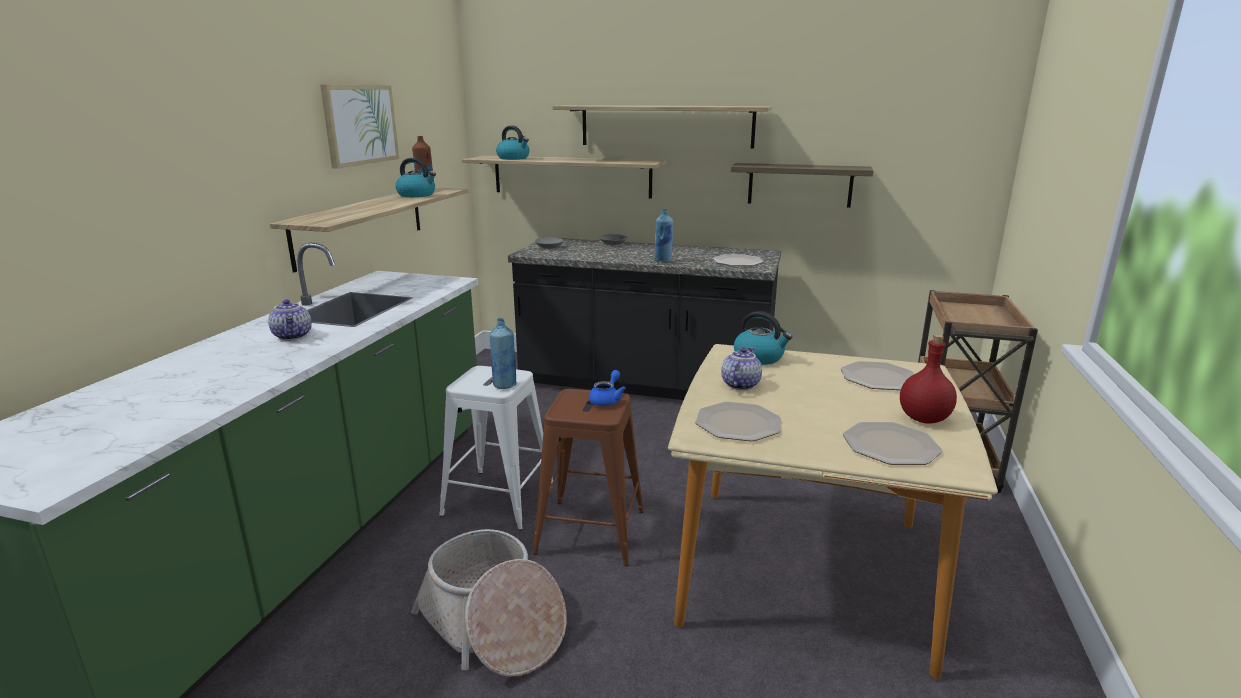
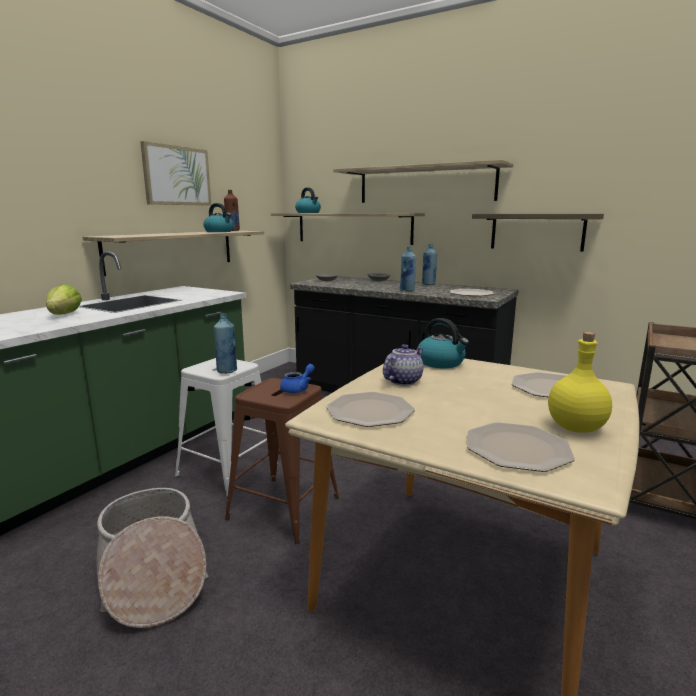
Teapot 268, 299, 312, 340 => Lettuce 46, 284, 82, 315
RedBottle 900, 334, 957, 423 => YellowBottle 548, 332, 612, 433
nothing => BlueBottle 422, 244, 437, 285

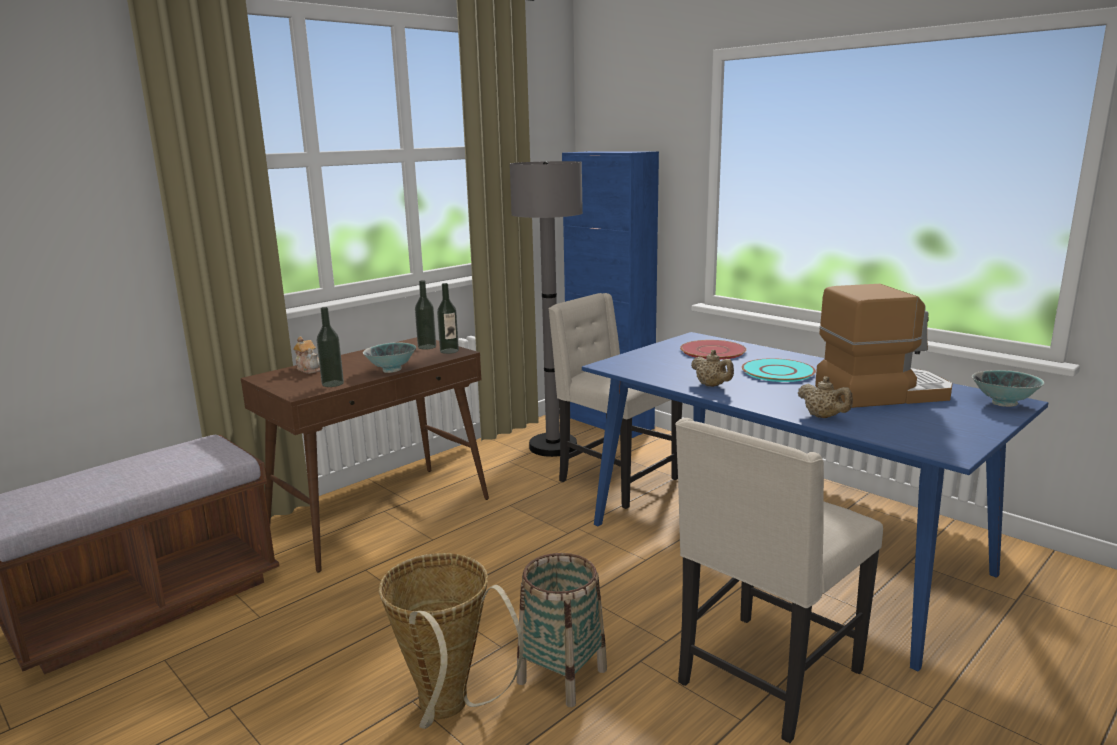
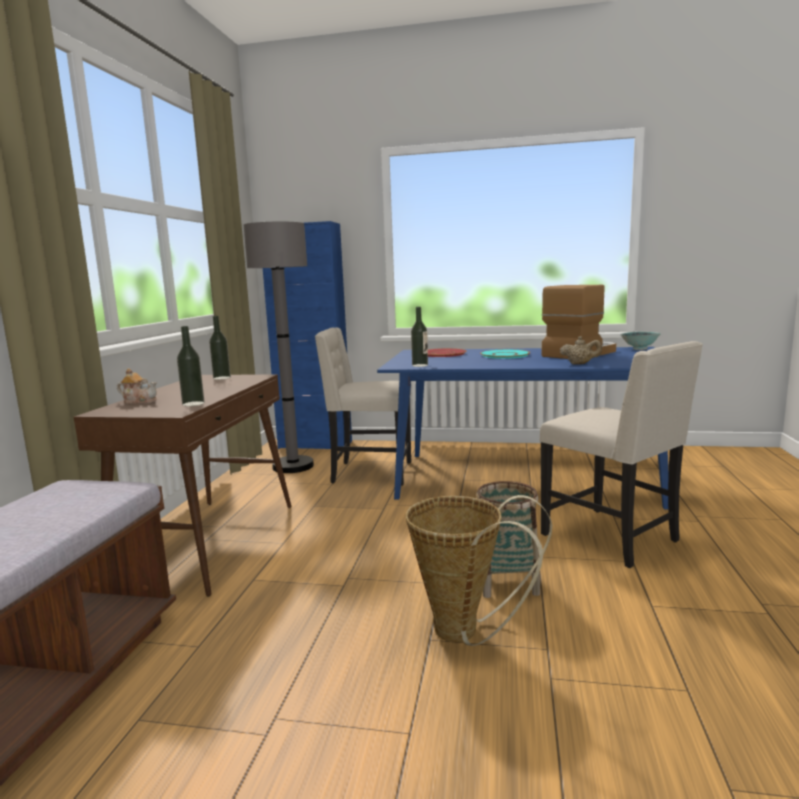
Bowl 363, 342, 416, 373 => nothing
Bottle 437, 283, 459, 354 => Bottle 411, 307, 428, 367, move
BeigeChair 675, 418, 883, 743 => BeigeChair 539, 341, 703, 568, 45 degrees counterclockwise
BeigeTeapot 691, 350, 734, 387 => nothing

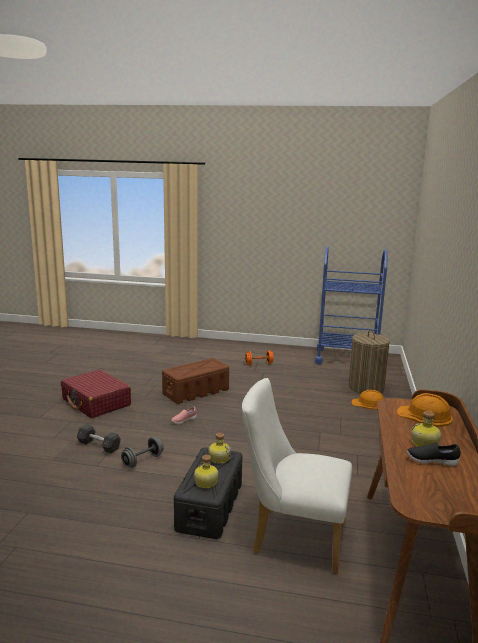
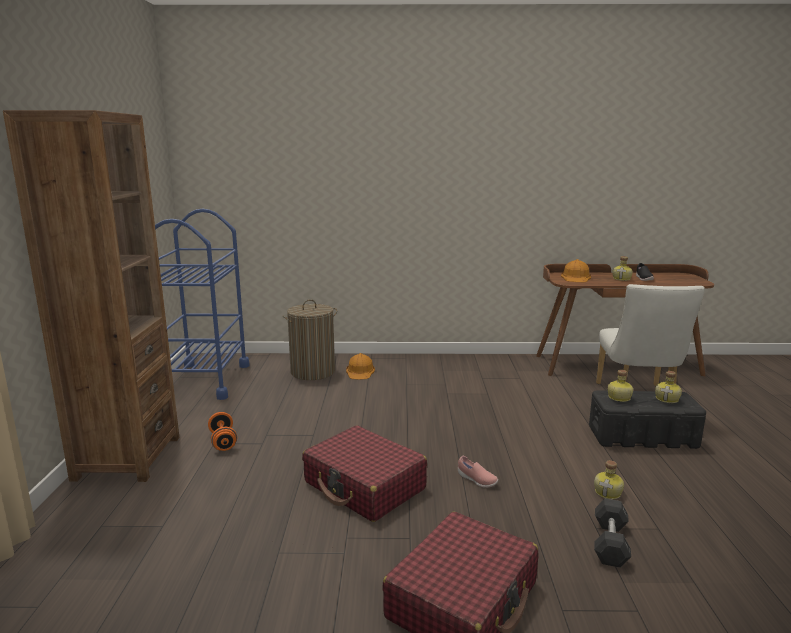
GreyDumbbell 121, 437, 163, 468 => Bottle 594, 460, 624, 499
BrownStorageBox 162, 358, 229, 404 => RedSuitcase 302, 425, 427, 522
nothing => BrownBookcase 3, 110, 179, 482

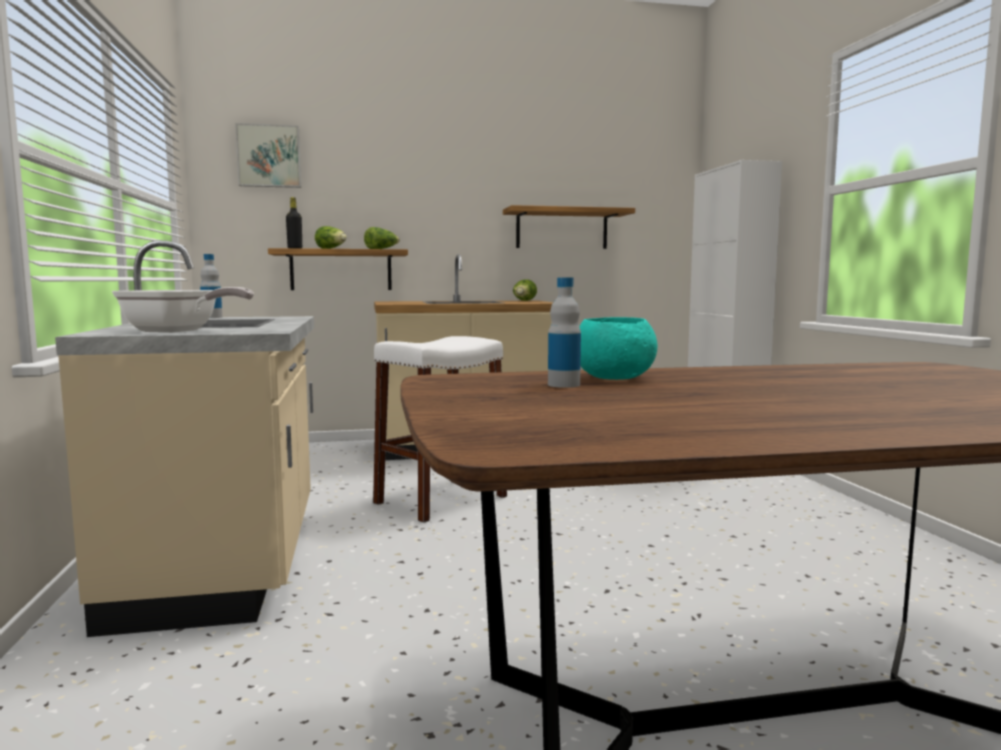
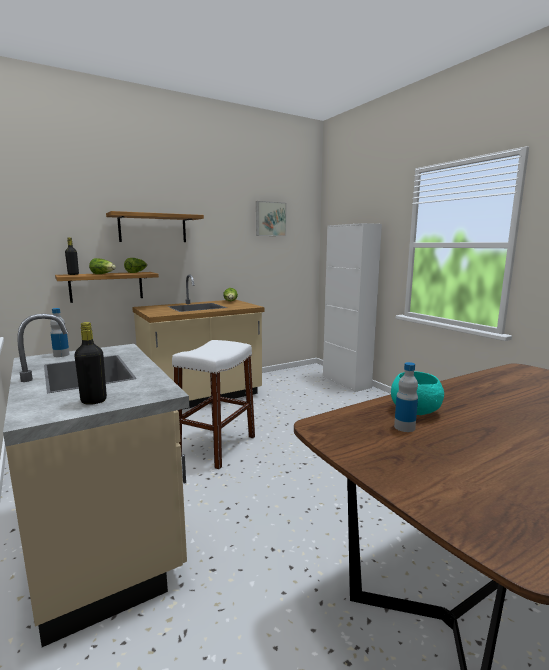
FryingPan 112, 287, 254, 333 => BlackBottle 74, 322, 107, 405
Picture 235, 123, 301, 188 => Picture 256, 201, 287, 236, move
Shelf 503, 205, 635, 249 => Shelf 106, 211, 204, 242, move

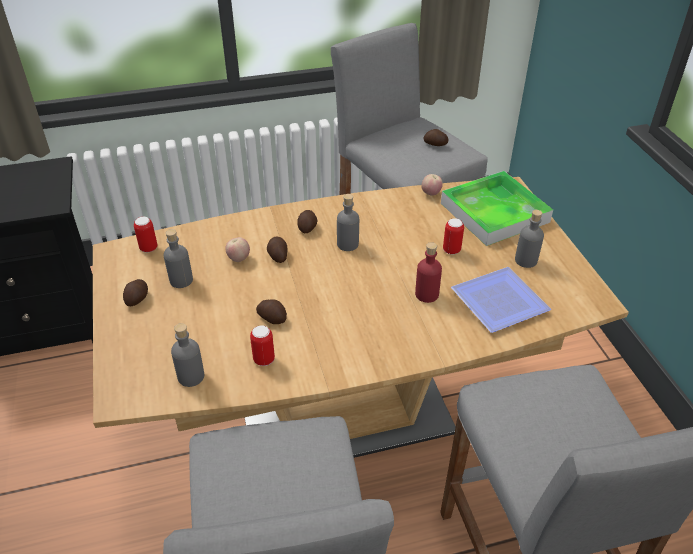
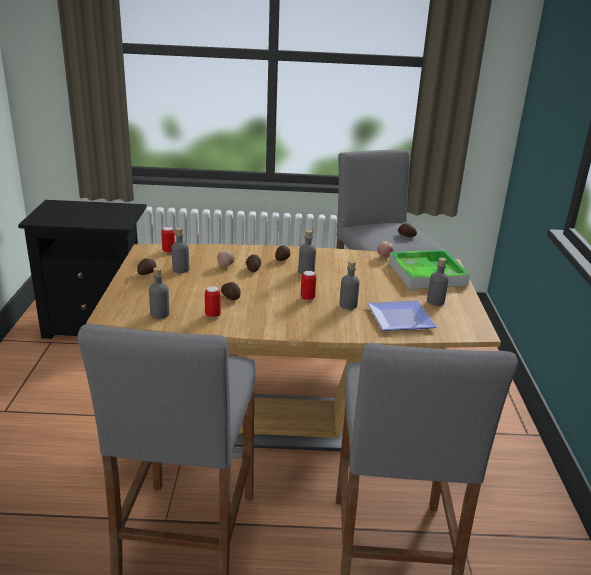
RedBottle 415, 242, 442, 303 => GreyBottle 339, 260, 360, 310
Can 443, 218, 464, 254 => Can 301, 271, 316, 301, move

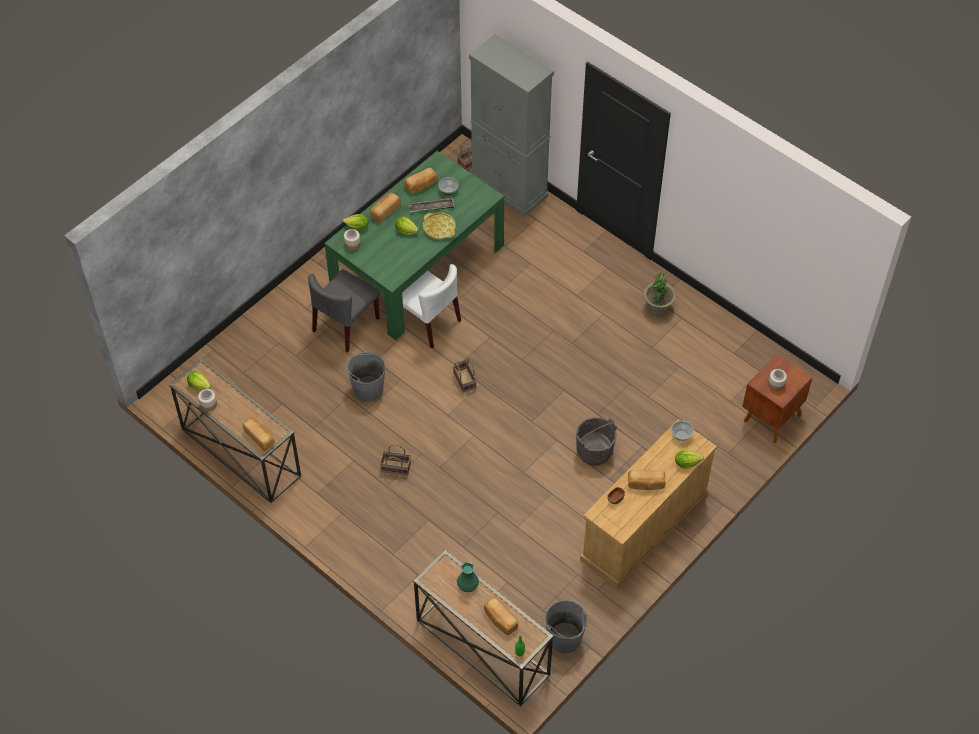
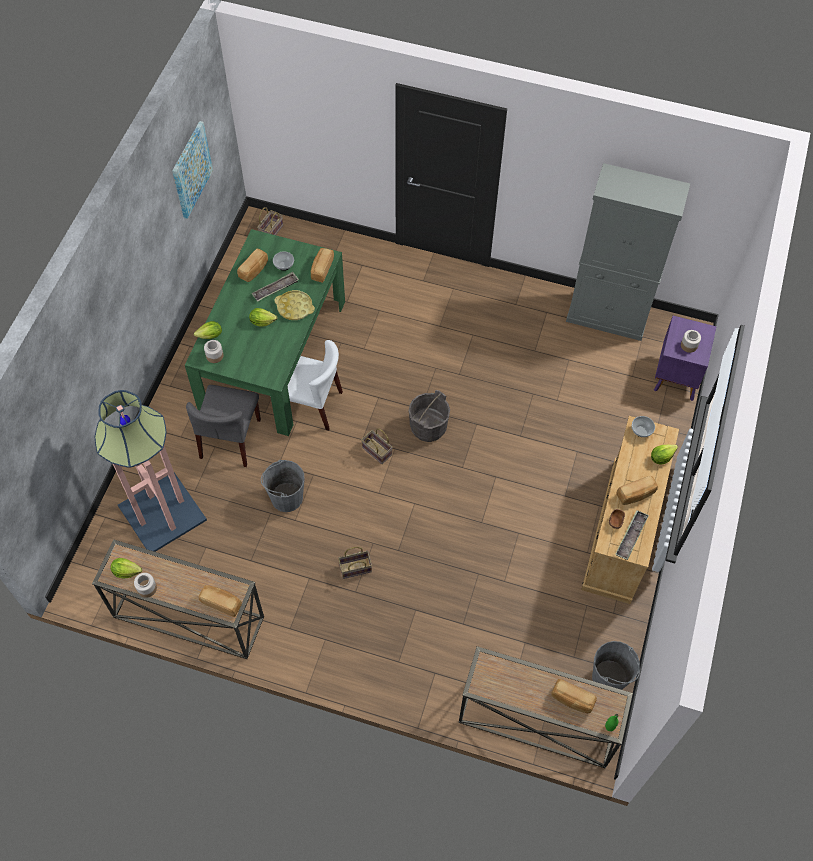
Bread 371, 193, 401, 223 => Bread 311, 248, 334, 283, move
GreenVase 457, 562, 479, 592 => nothing
GreyCabinet 469, 34, 554, 217 => GreyCabinet 566, 163, 690, 341, move
GreyBucket 576, 417, 617, 466 => GreyBucket 408, 390, 450, 442, move
PottedPlant 644, 273, 676, 315 => nothing
BrownNightstand 742, 354, 812, 443 => PurpleNightstand 654, 316, 717, 401
nothing => FloorLamp 95, 390, 207, 552
nothing => Picture 172, 121, 213, 219
nothing => Tray 615, 510, 649, 560

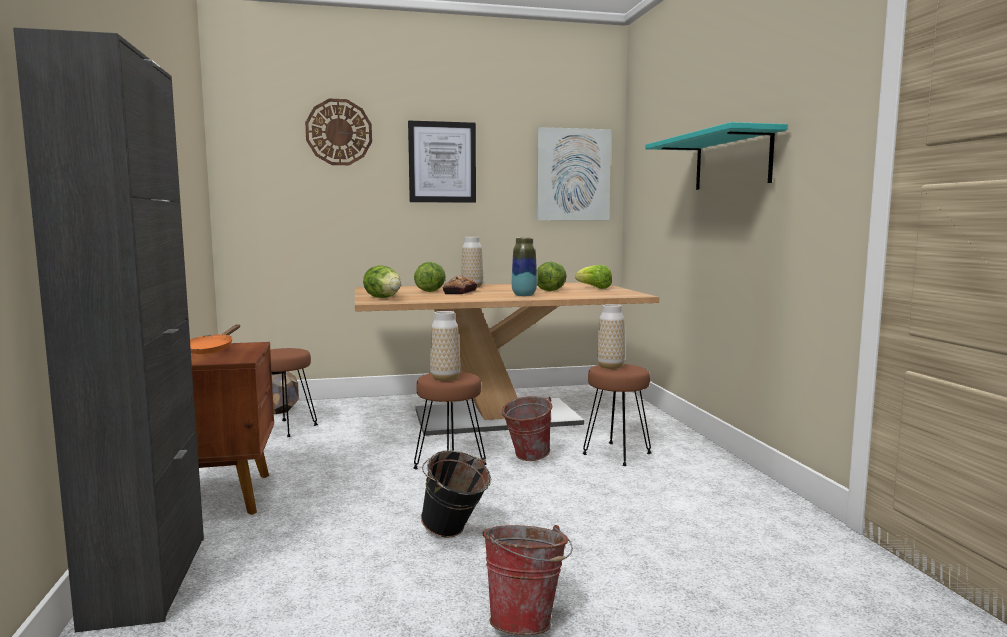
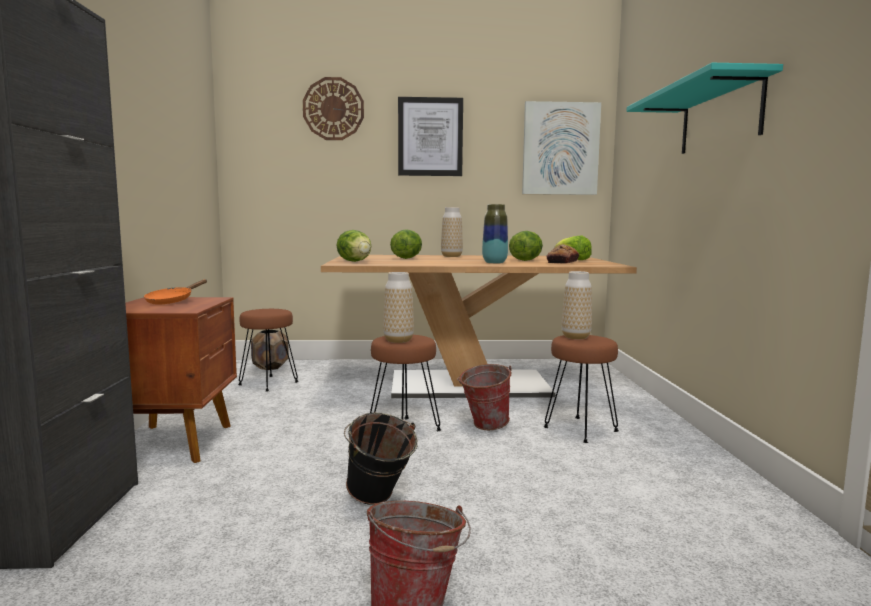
Bread 443, 275, 477, 295 => Bread 546, 244, 579, 264, move

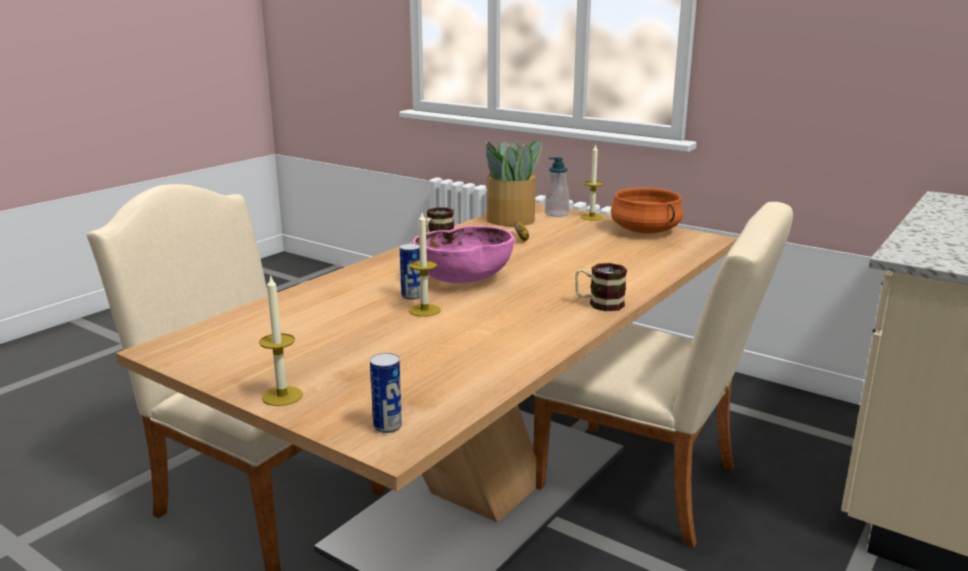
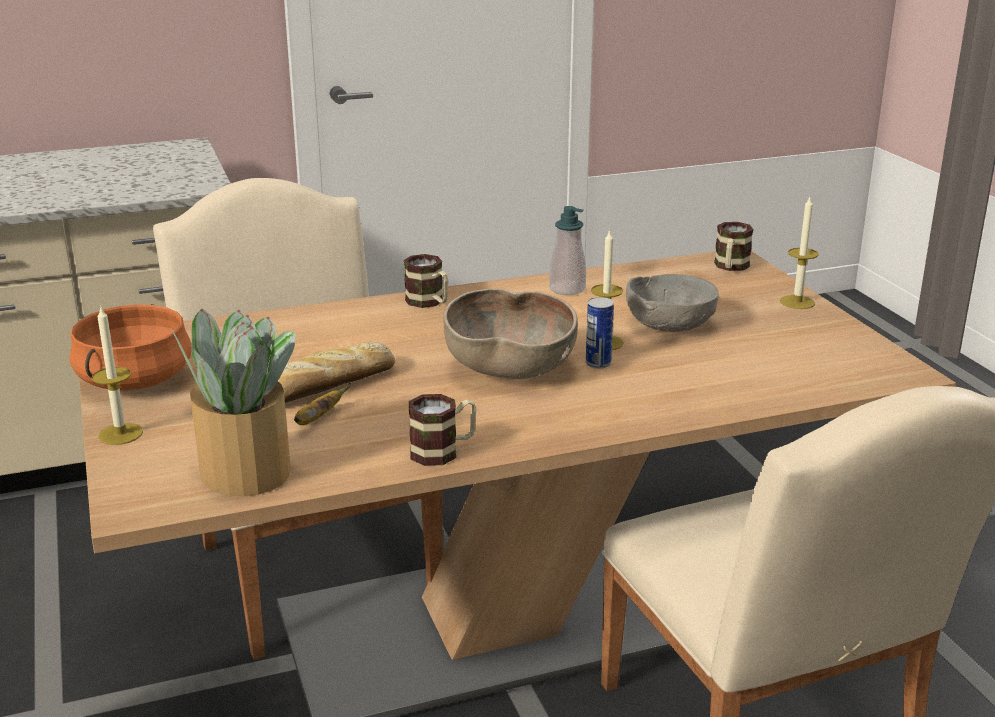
Can 370, 353, 402, 433 => Mug 714, 222, 753, 271
PinkBowl 413, 226, 514, 283 => BrownBowl 443, 289, 578, 379
SoapDispenser 545, 157, 569, 217 => SoapDispenser 549, 206, 586, 295, move
nothing => Bread 278, 342, 395, 403
nothing => GreyBowl 626, 274, 719, 332

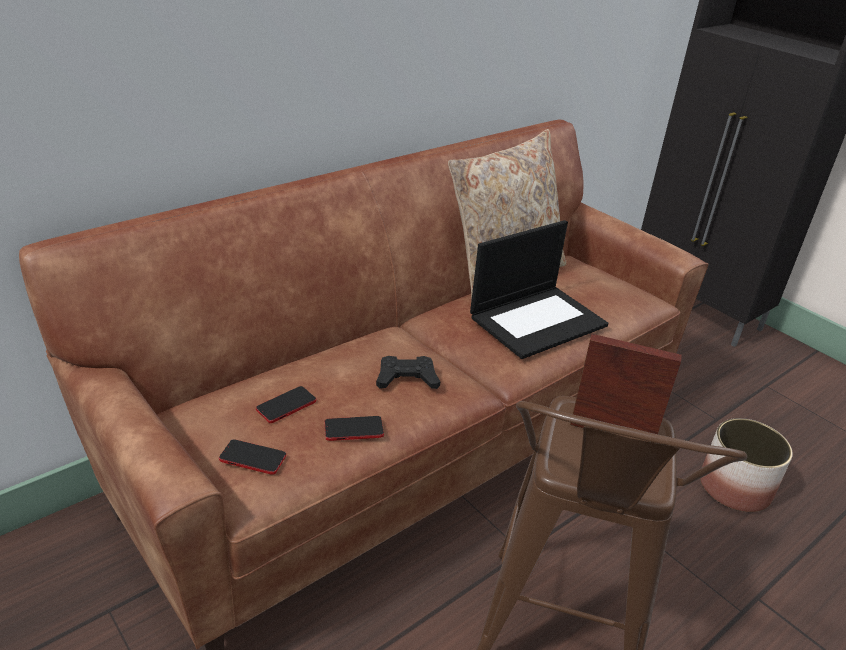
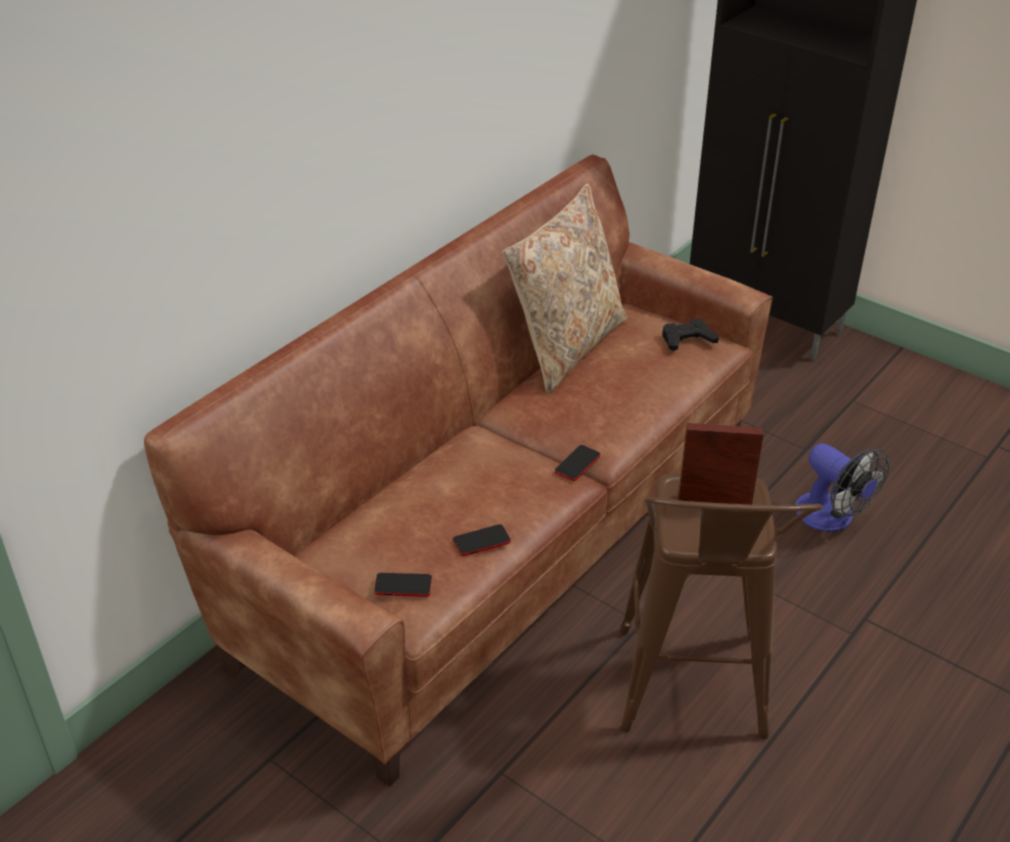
Phone 256, 386, 316, 423 => Phone 555, 445, 600, 481, move
BlackGameController 376, 356, 440, 389 => BlackGameController 662, 319, 719, 351, move
Laptop 470, 220, 608, 359 => nothing
Planter 700, 418, 793, 512 => Fan 795, 443, 889, 532

